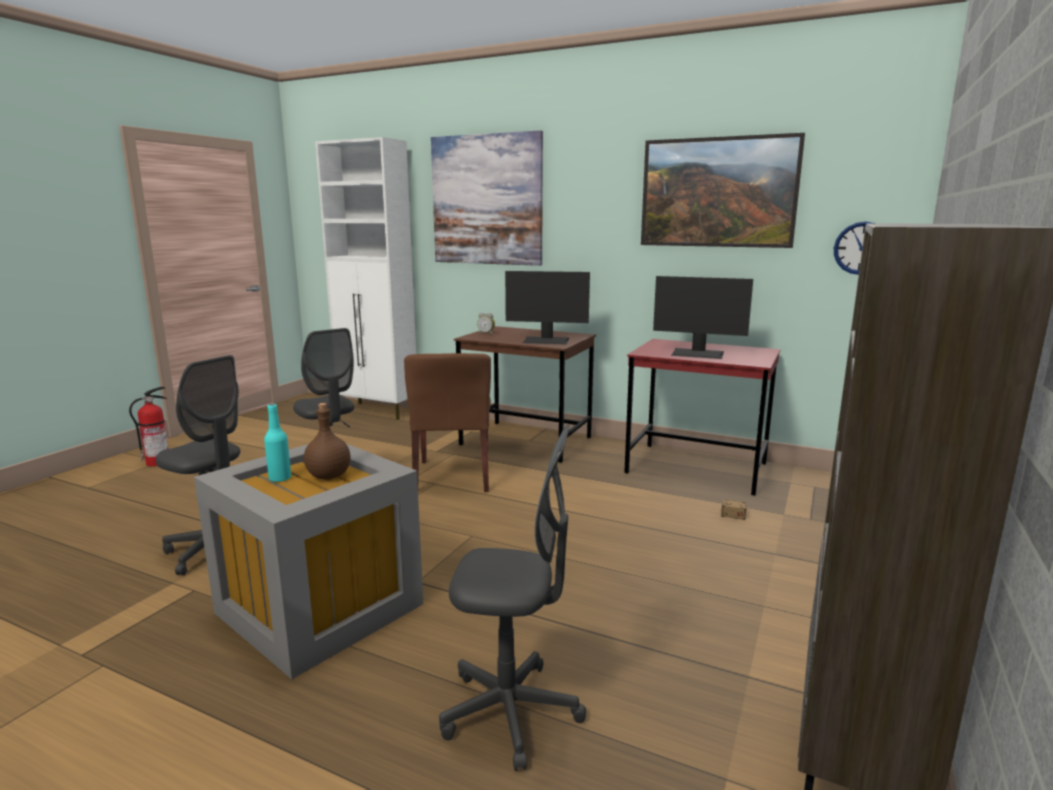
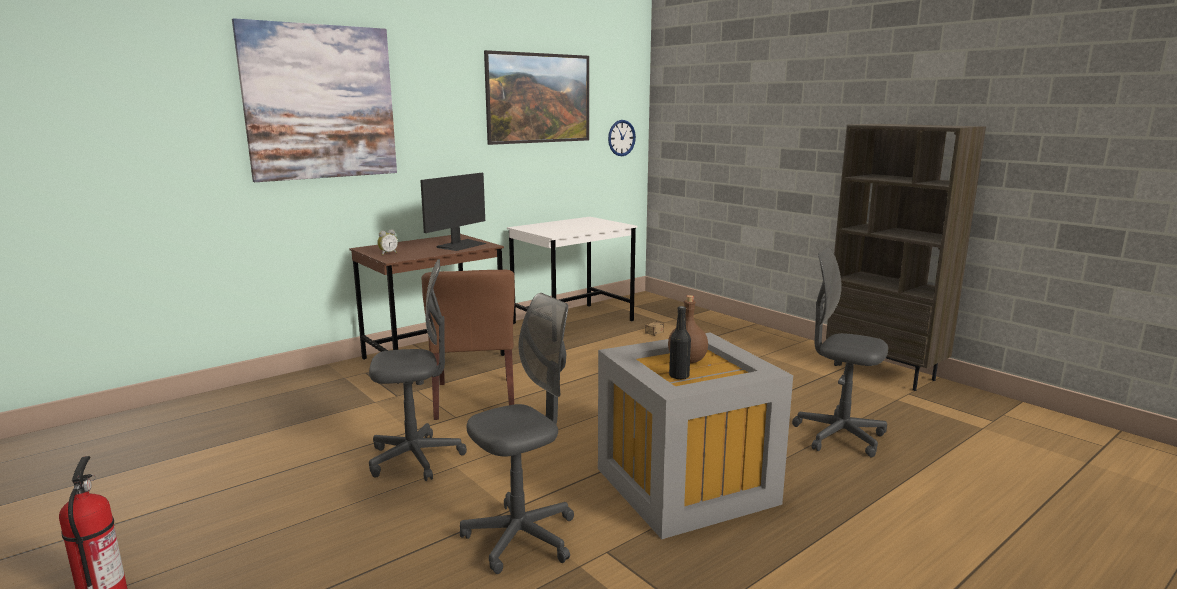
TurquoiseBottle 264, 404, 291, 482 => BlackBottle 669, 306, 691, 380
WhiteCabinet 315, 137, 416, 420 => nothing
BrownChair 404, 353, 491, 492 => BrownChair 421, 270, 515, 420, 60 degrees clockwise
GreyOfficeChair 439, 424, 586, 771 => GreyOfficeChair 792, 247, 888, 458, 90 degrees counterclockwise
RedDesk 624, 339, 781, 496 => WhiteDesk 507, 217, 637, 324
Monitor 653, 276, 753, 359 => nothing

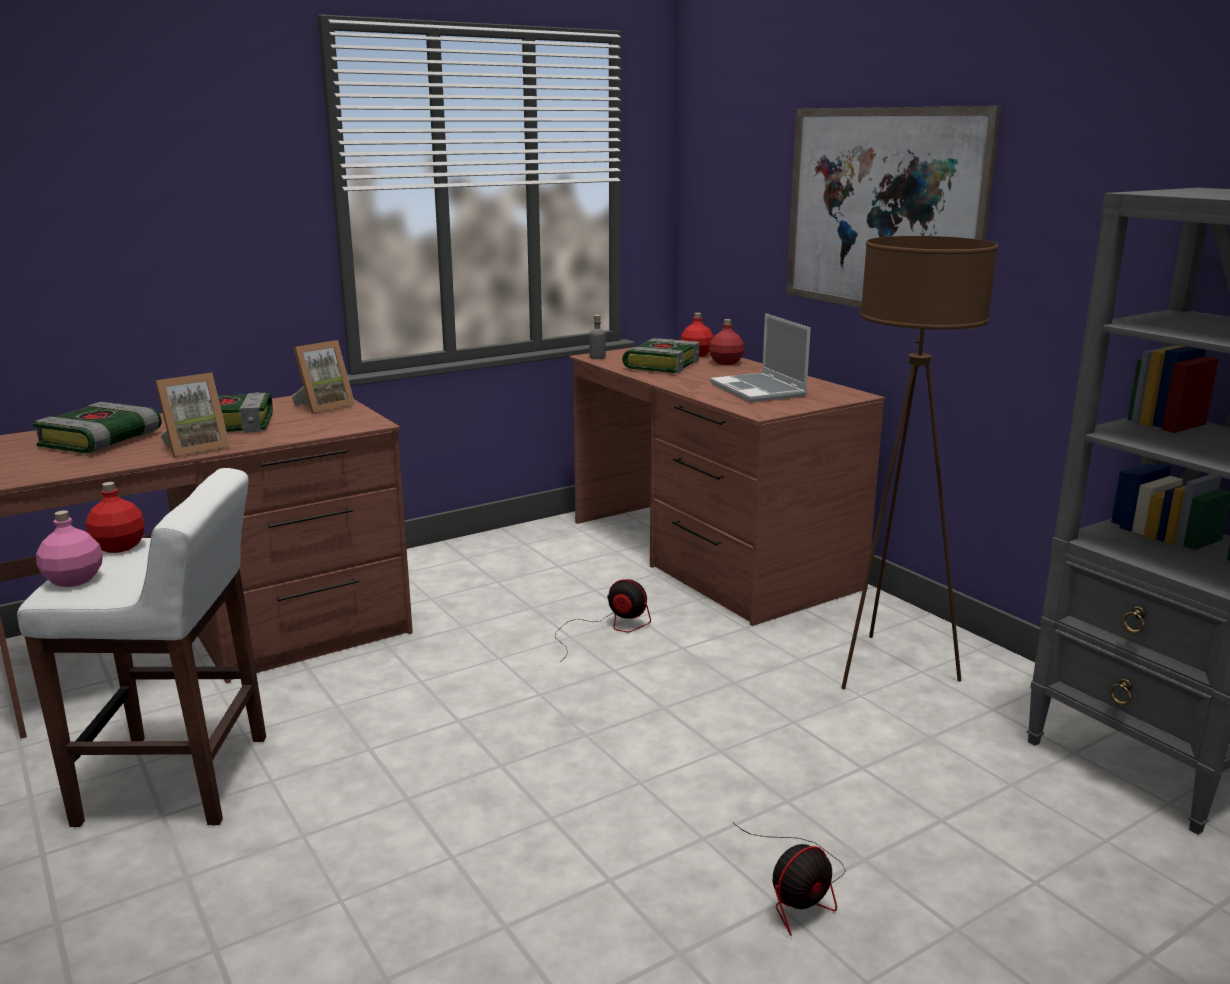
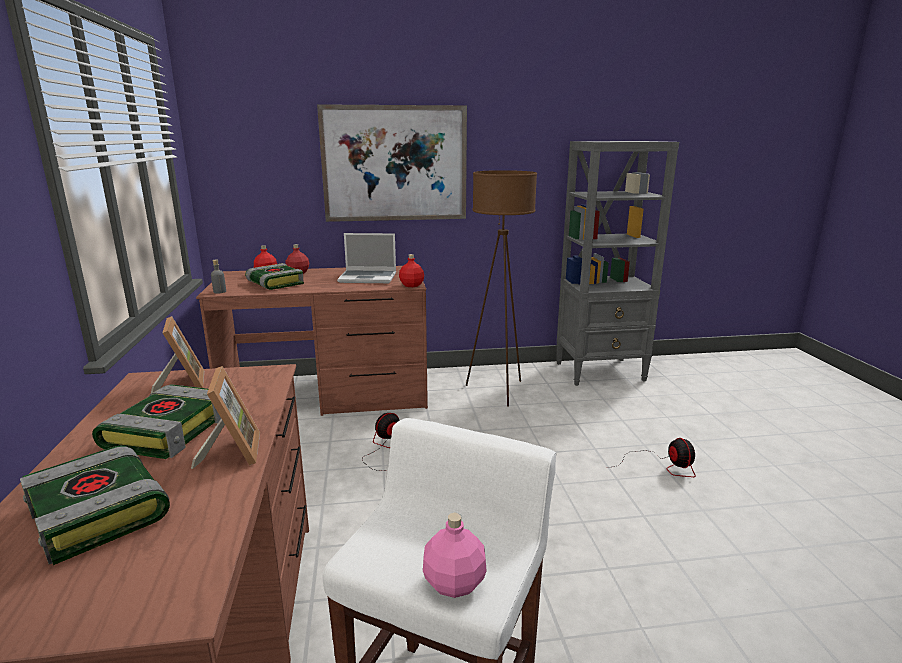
RedBottle 86, 482, 145, 553 => RedBottle 399, 254, 424, 287, move

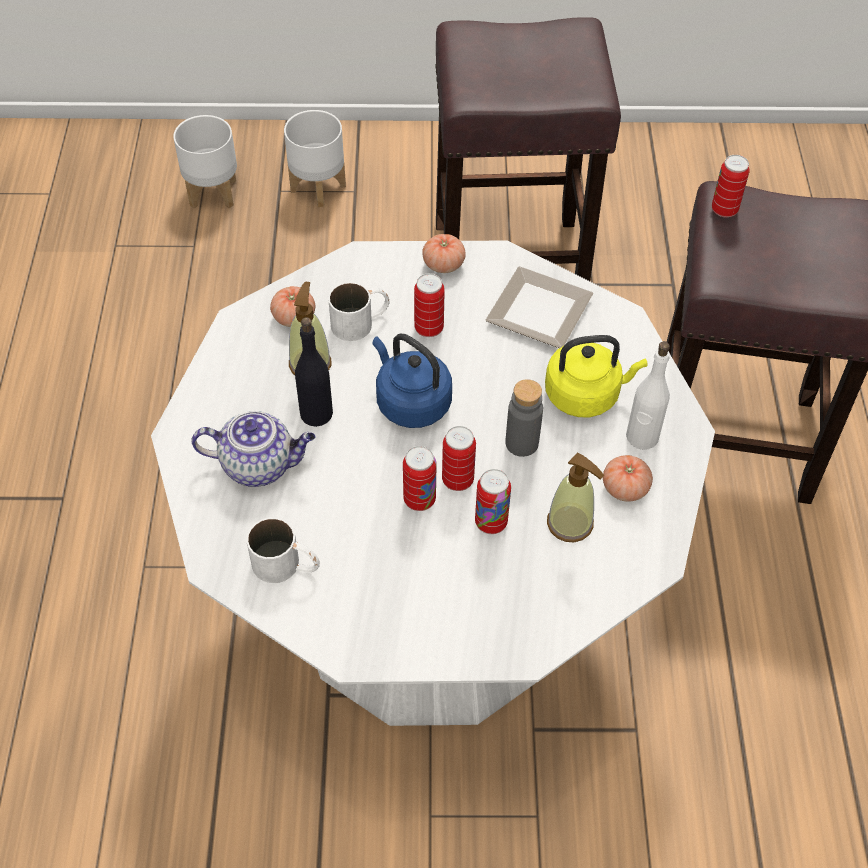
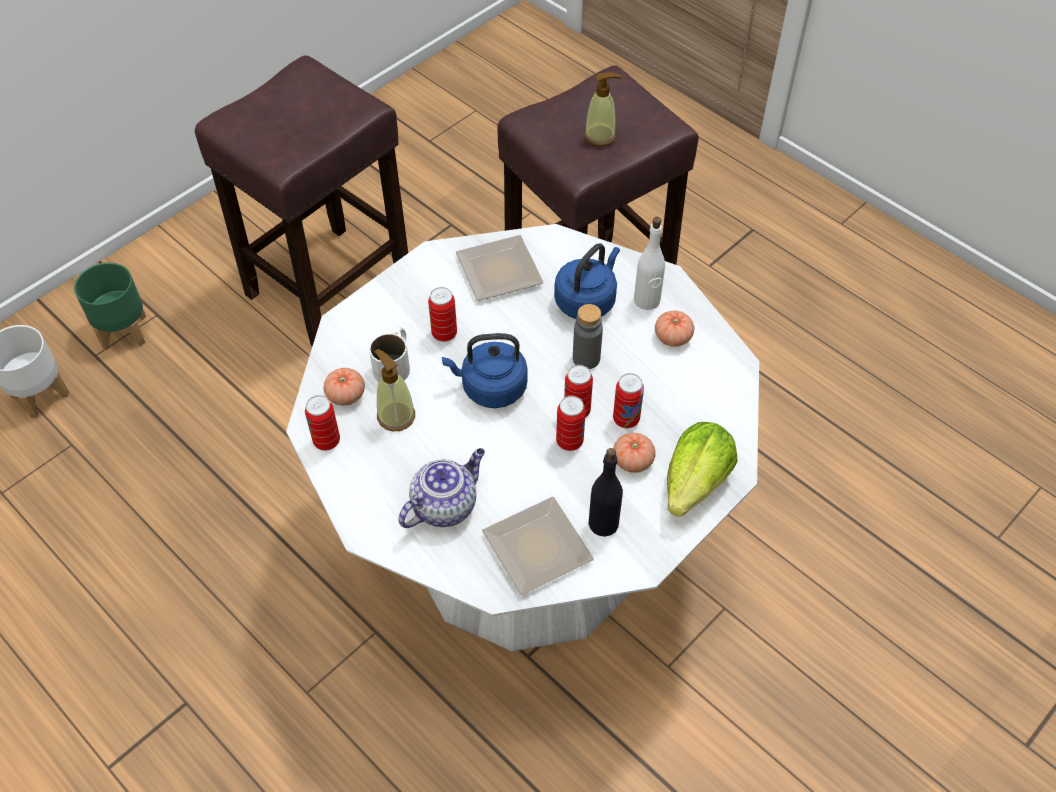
WhiteMug 246, 518, 320, 583 => Plate 482, 497, 594, 596
WhitePlanter 284, 110, 346, 207 => GreenPlanter 74, 262, 146, 350
BlackBottle 295, 317, 333, 427 => BlackBottle 588, 448, 623, 537, move
Tomato 422, 234, 466, 273 => Tomato 613, 433, 656, 473, move
YellowKettle 545, 335, 648, 417 => BlueKettle 554, 243, 620, 319
SoapDispenser 547, 453, 604, 542 => SoapDispenser 584, 72, 622, 146, move
Can 712, 155, 750, 217 => Can 305, 395, 340, 451, move
nothing => Lettuce 667, 422, 738, 517

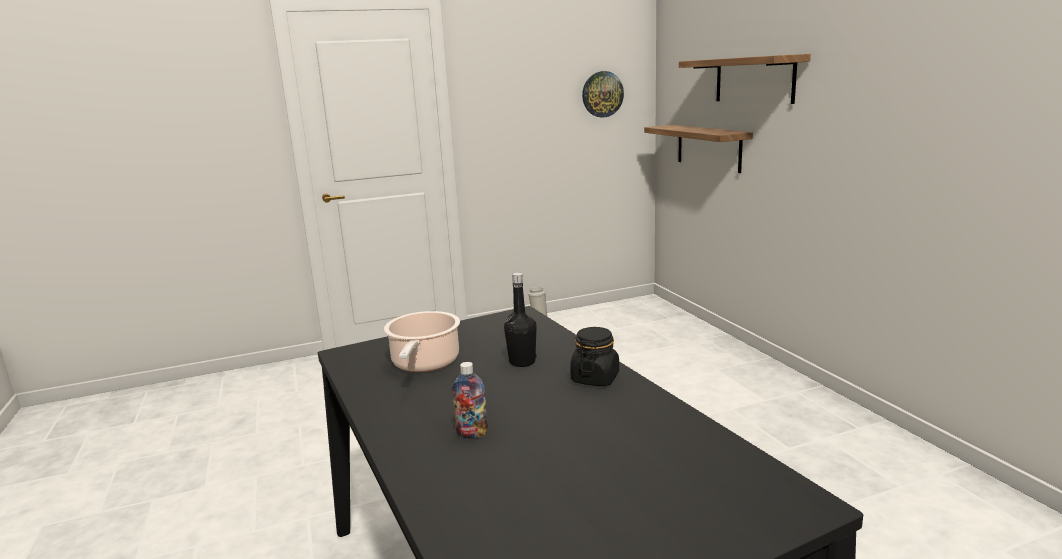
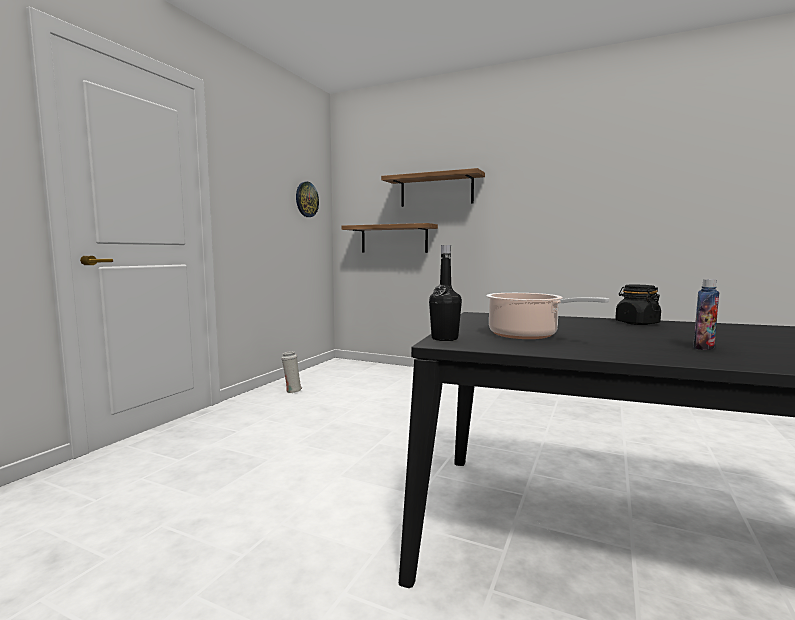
BlackBottle 504, 273, 537, 367 => BlackBottle 429, 245, 462, 341, move

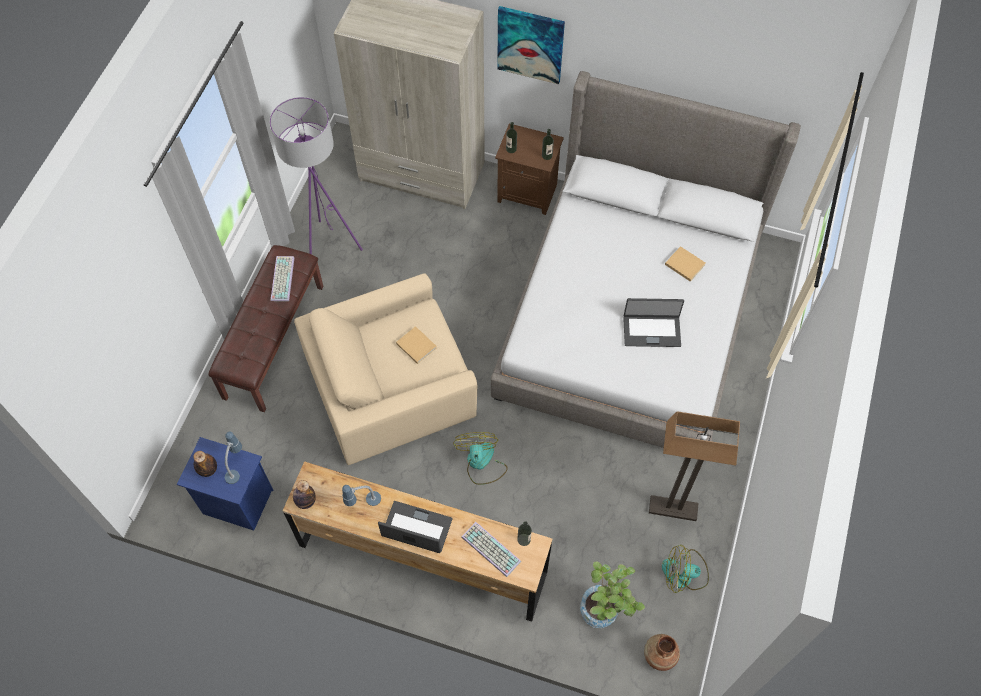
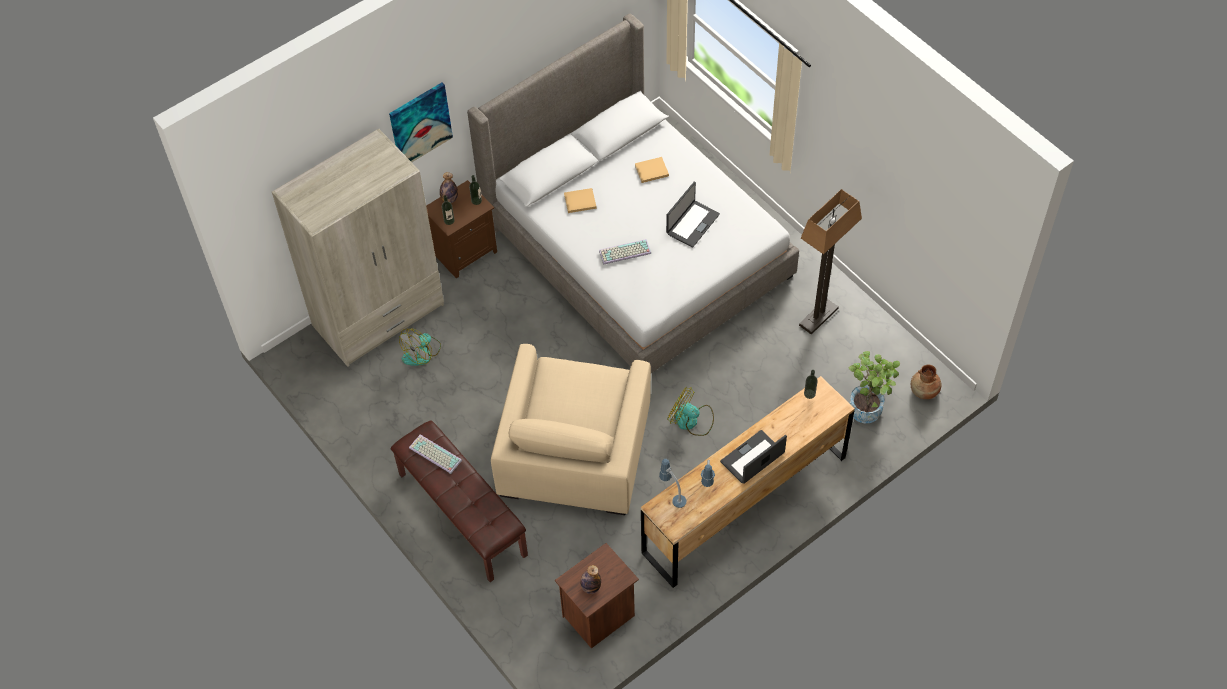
BlueNightstand 177, 437, 274, 531 => BrownNightstand 555, 543, 639, 648
TableLamp 225, 432, 242, 484 => TableLamp 659, 459, 686, 508, move
PurpleFloorLamp 270, 97, 363, 254 => nothing
Bottle 293, 480, 316, 509 => Bottle 440, 172, 458, 203, move
BeigeBook 396, 326, 437, 364 => BeigeBook 564, 188, 597, 213, move
Keyboard 462, 522, 521, 577 => Keyboard 599, 239, 651, 265, move
Fan 662, 545, 709, 593 => Fan 399, 328, 441, 366, move

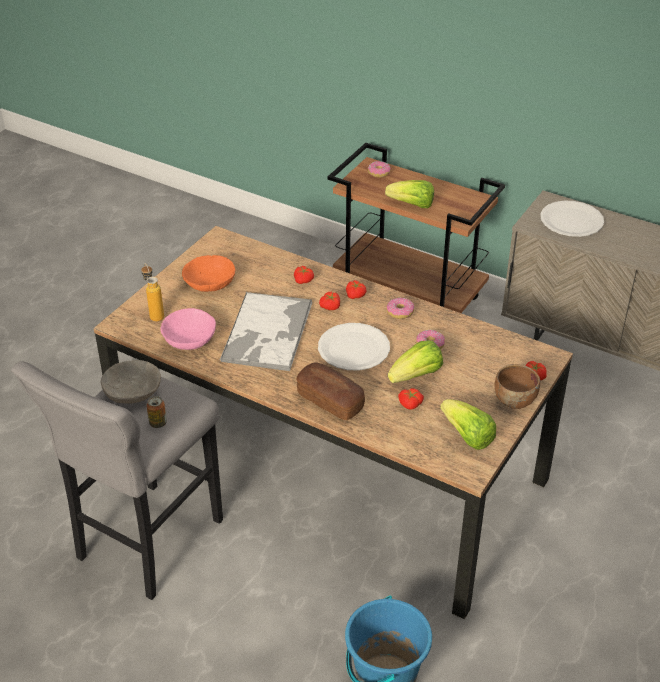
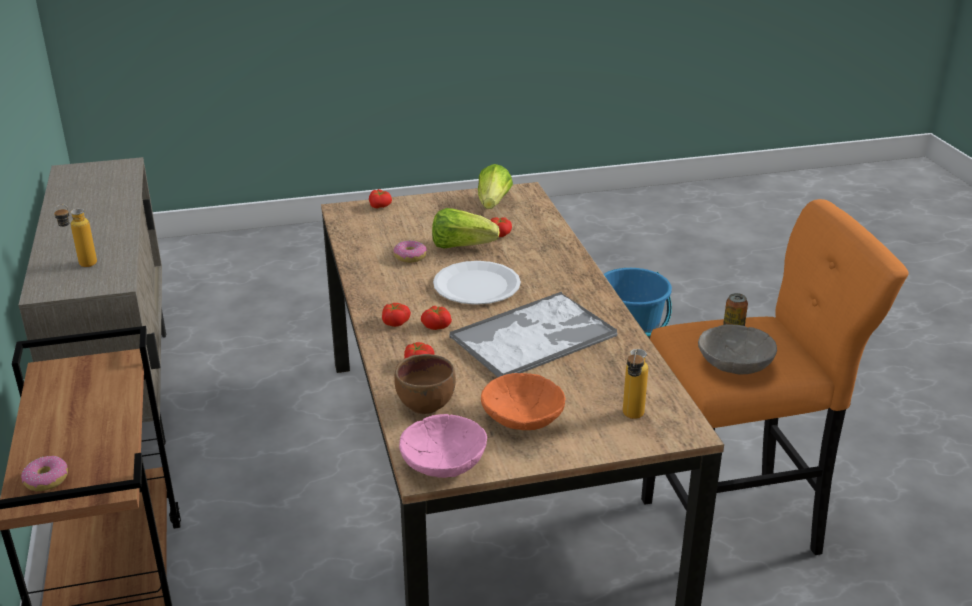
GreyStool 11, 361, 223, 600 => OrangeStool 641, 199, 909, 555
PinkBowl 160, 308, 216, 350 => PinkBowl 399, 414, 487, 478, move
Bread 296, 362, 365, 420 => nothing
Lettuce 385, 180, 434, 208 => nothing
Donut 387, 298, 414, 319 => nothing
BrownBowl 494, 364, 540, 409 => BrownBowl 394, 354, 456, 414, move
WhitePlate 540, 200, 604, 237 => Bottle 54, 204, 97, 267

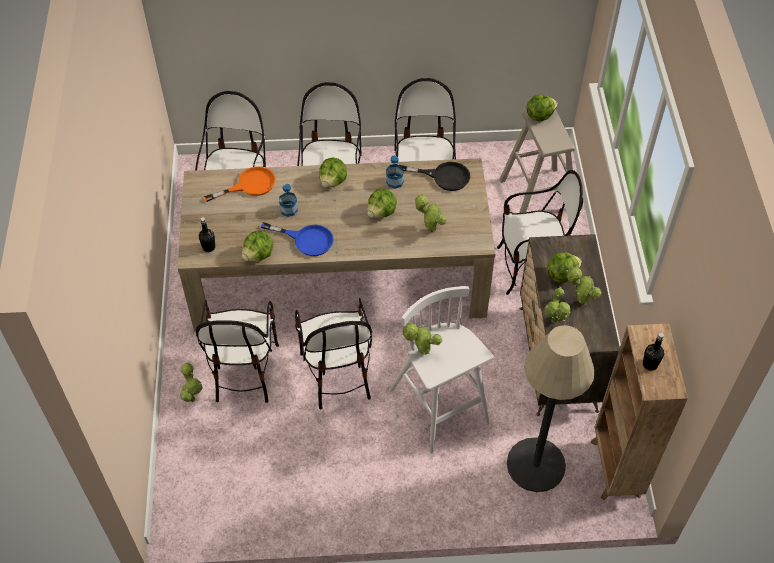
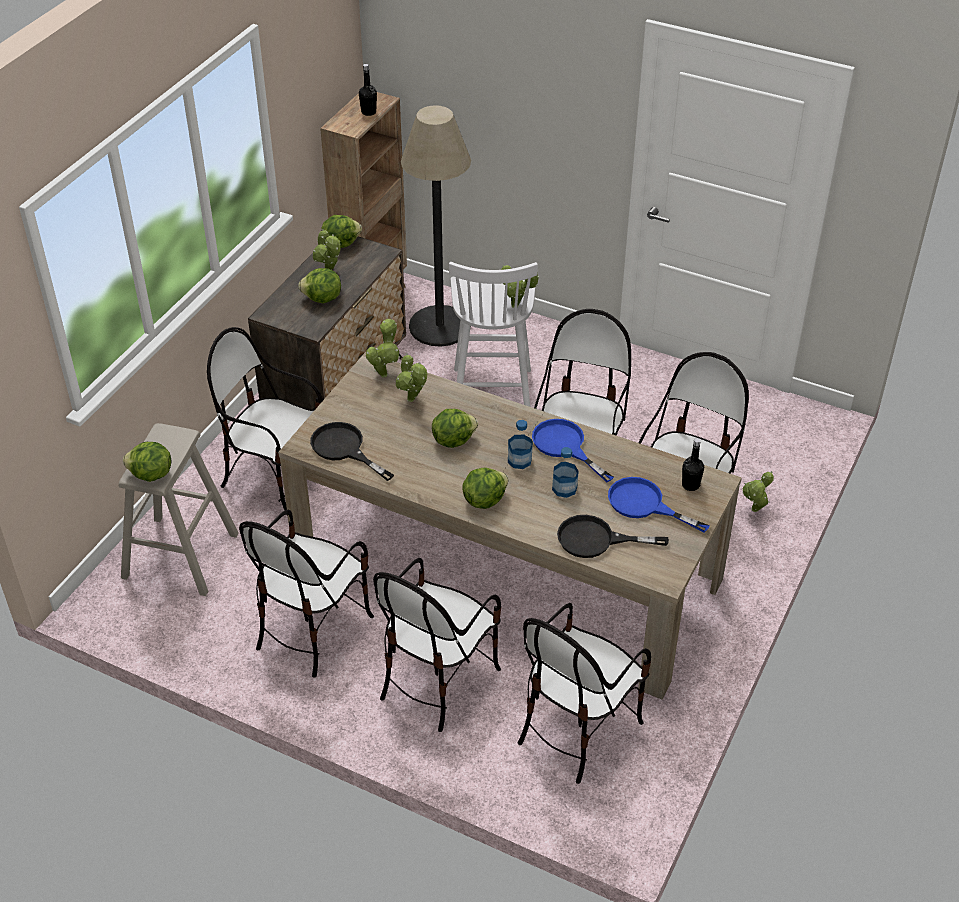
OrangeFryingPan 204, 166, 276, 202 => BlackFryingPan 557, 515, 669, 558
Lettuce 242, 231, 274, 261 => Lettuce 321, 215, 362, 248, move
Bottle 386, 155, 404, 189 => Bottle 508, 420, 533, 469, move
PottedPlant 544, 287, 571, 323 => PottedPlant 366, 319, 399, 377, move
nothing => BlueFryingPan 608, 477, 710, 533

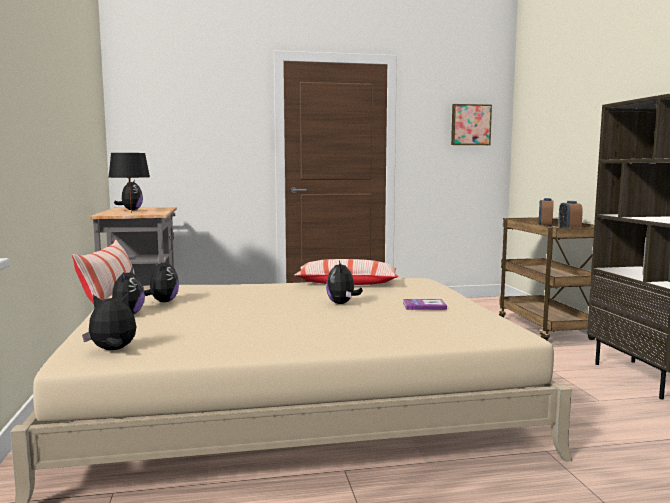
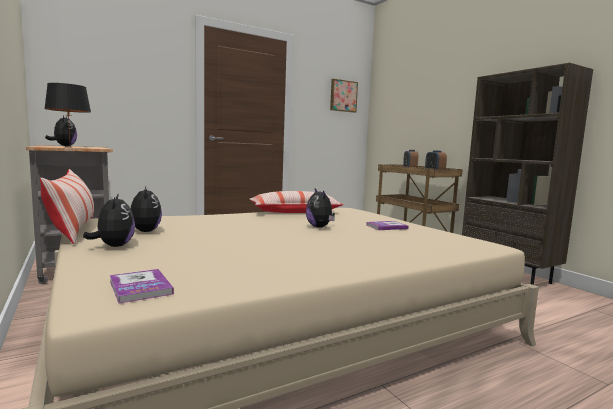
PlushToy 82, 293, 136, 350 => Book 110, 269, 174, 304

